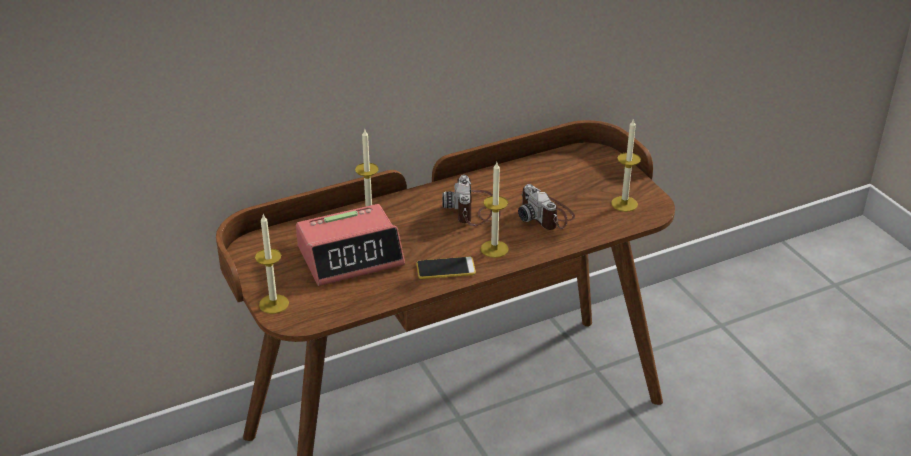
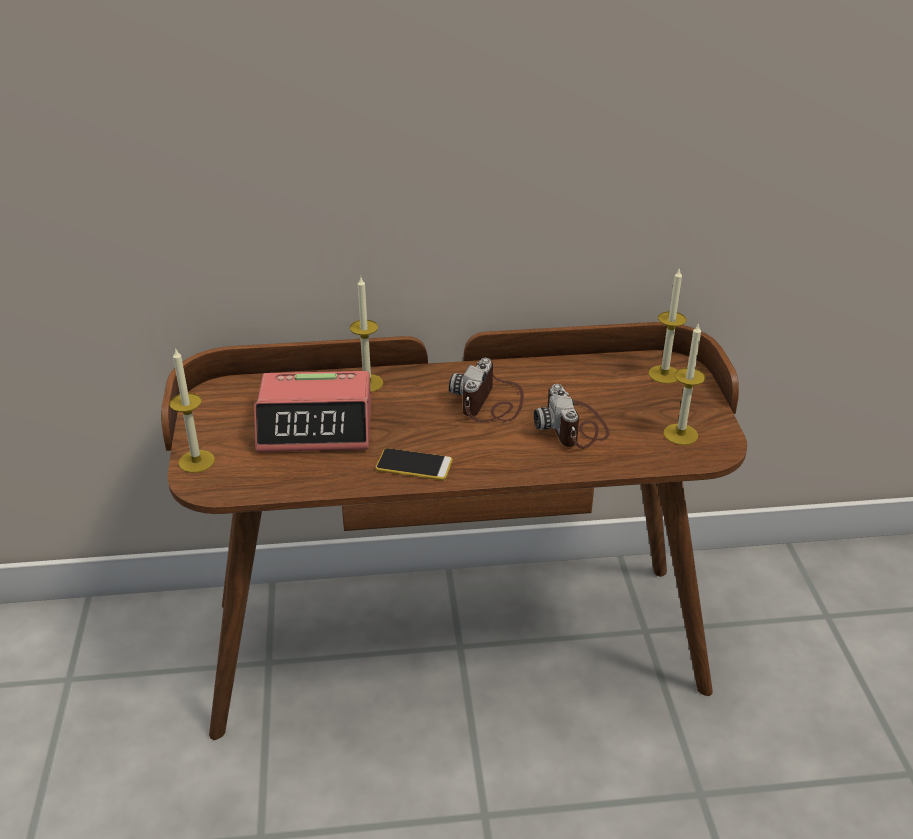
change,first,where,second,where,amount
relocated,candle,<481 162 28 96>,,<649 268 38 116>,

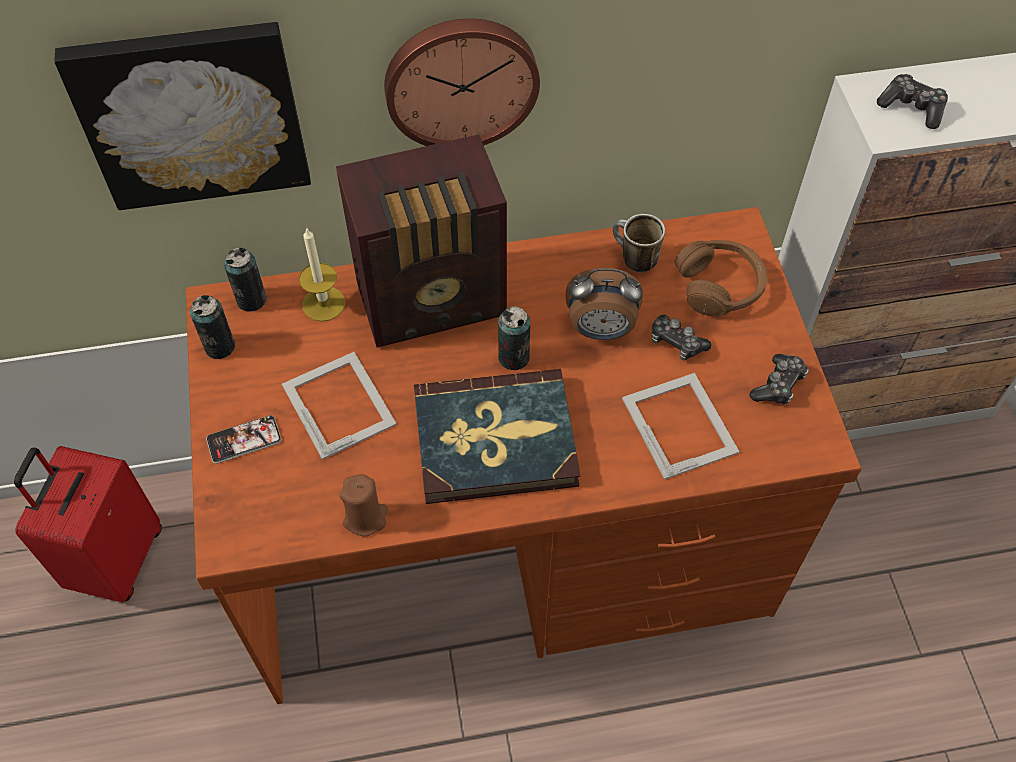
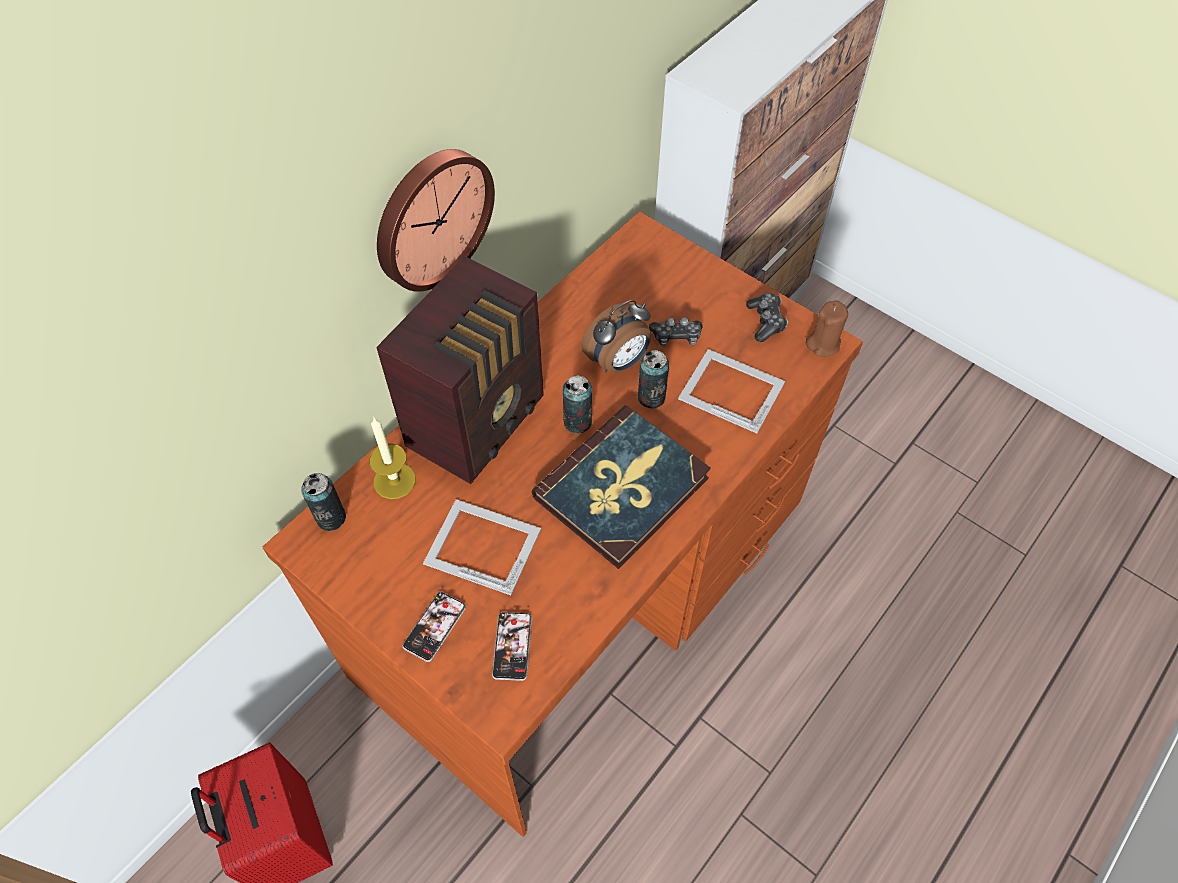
change,first,where,second,where,amount
appeared,,,phone,<492 612 40 69>,
relocated,can,<190 295 45 64>,,<638 350 31 58>,
relocated,candle in brown,<339 474 49 62>,,<806 300 42 57>,
missing,picture,<54 22 257 188>,,,
missing,mug,<613 214 52 58>,,,
missing,headphones in brown,<675 240 93 77>,,,
missing,game controller,<877 74 71 55>,,,

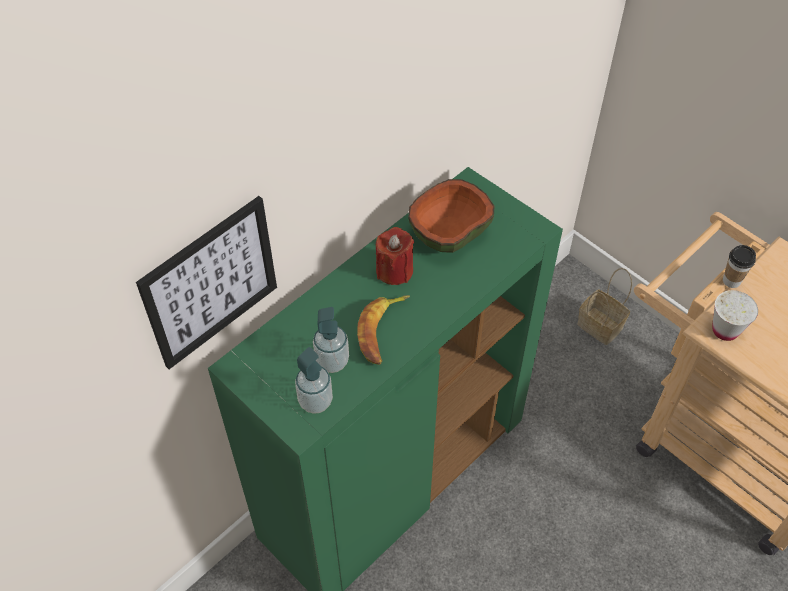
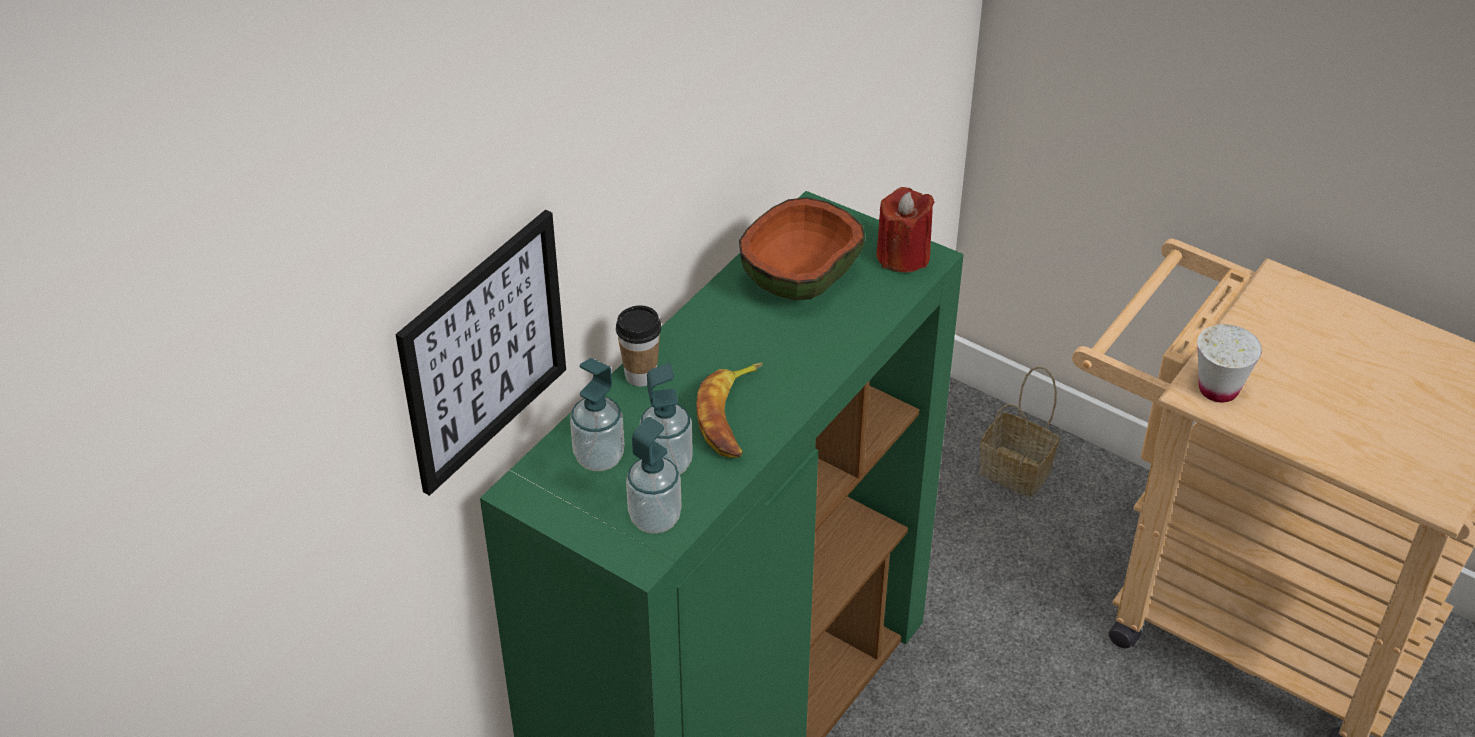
change,first,where,second,where,amount
appeared,,,soap dispenser,<570 358 54 113>,
relocated,cup,<723 245 33 43>,,<616 305 45 82>,
relocated,candle in red,<376 227 38 58>,,<876 187 58 86>,

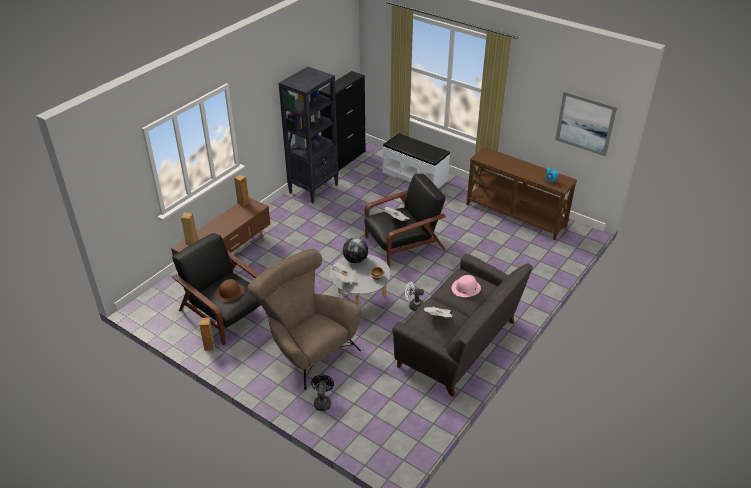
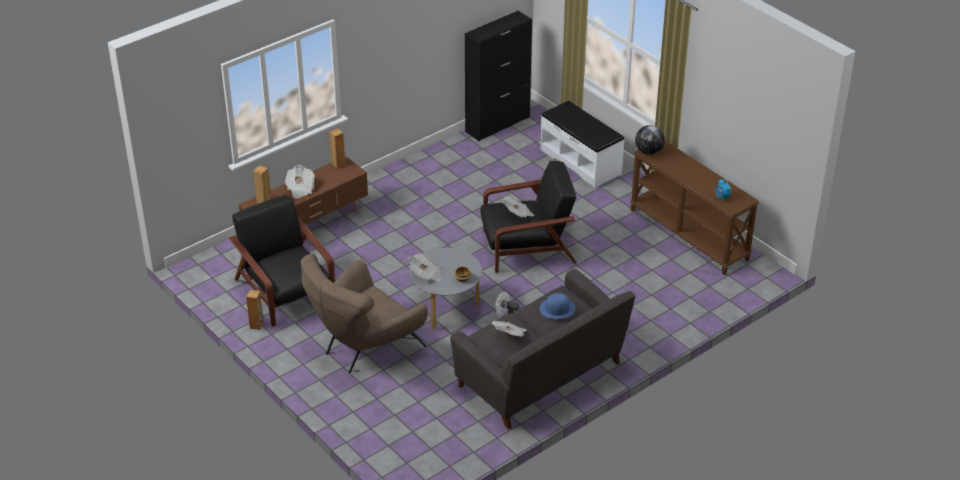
change,first,where,second,where,amount
appeared,,,newspaper,<285 165 30 34>,
spun,armchair in brown,<248 248 114 142>,,<301 254 127 119>,105 degrees counterclockwise
colour,hat in pink,<452 275 29 22>,hat in blue,<540 293 36 26>,
relocated,globe,<343 238 25 25>,,<635 125 30 30>,
missing,hat in brown,<215 279 29 23>,,,
missing,bookcase in black,<279 67 60 136>,,,
missing,fan in black,<311 375 23 36>,,,
missing,picture,<555 91 62 65>,,,

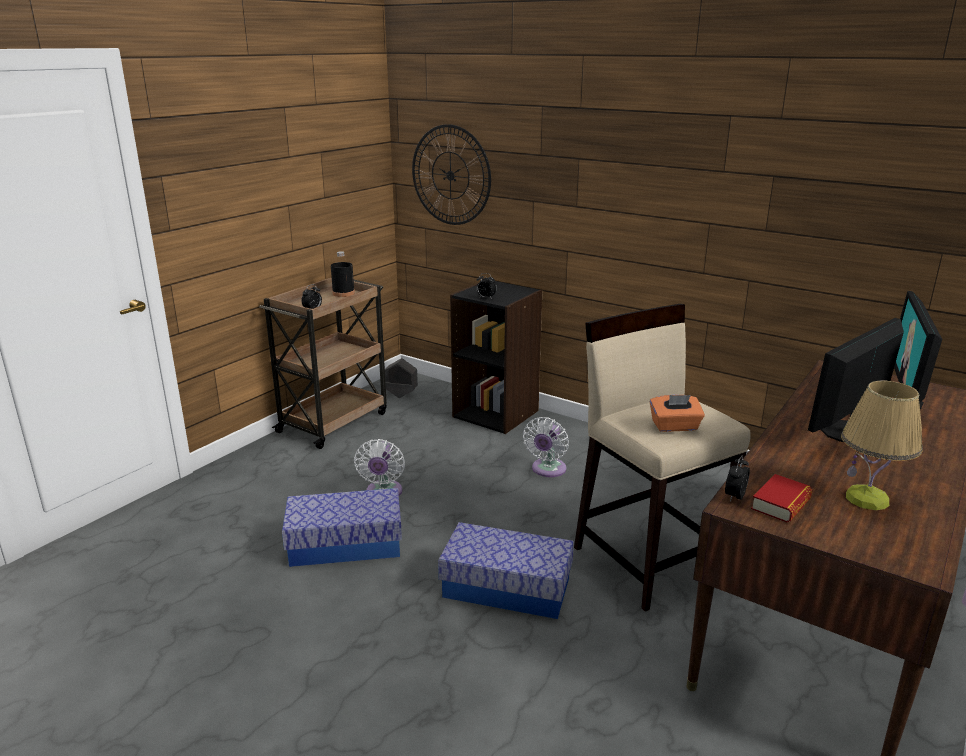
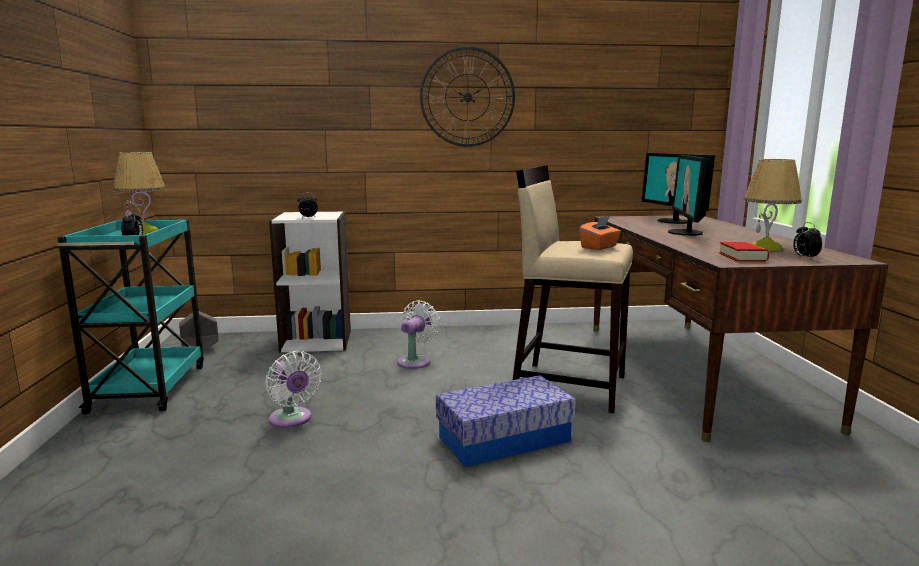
change,first,where,second,where,amount
colour,cart in brown,<259 278 128 171>,cart in turquoise,<57 219 147 195>,
exchanged,bottle in black,<331 251 24 46>,table lamp,<113 152 53 82>,
colour,bookcase in black,<450 281 92 153>,bookcase in white,<269 211 82 142>,
spun,fan in white,<523 417 46 60>,,<397 300 44 69>,135 degrees counterclockwise
relocated,wall clock,<412 124 79 101>,,<420 47 95 100>,
relocated,alarm clock,<725 456 25 46>,,<793 222 29 37>,
missing,storage box,<282 488 120 79>,,,

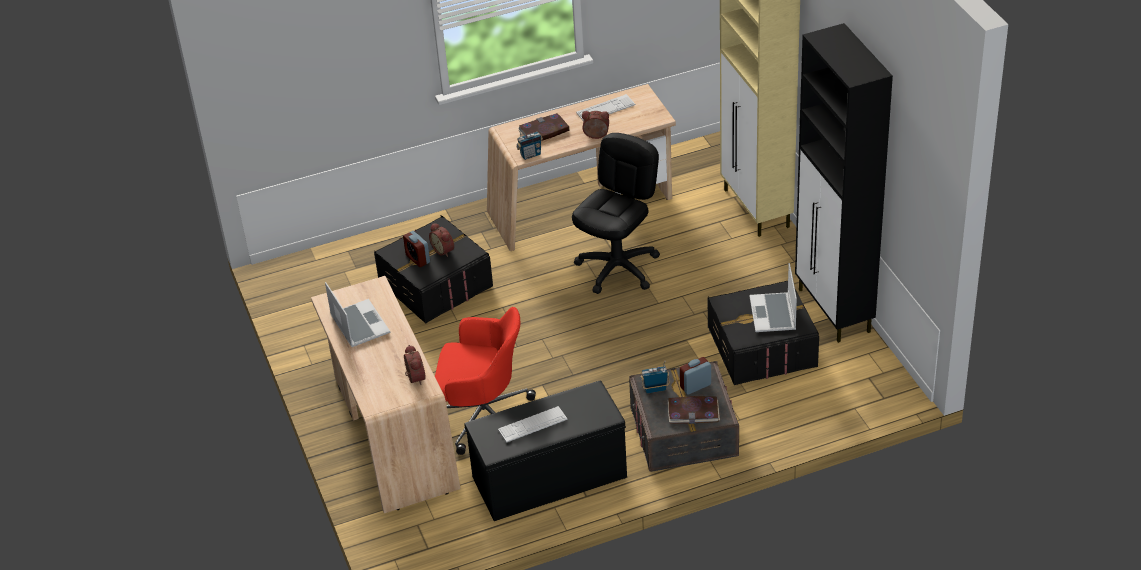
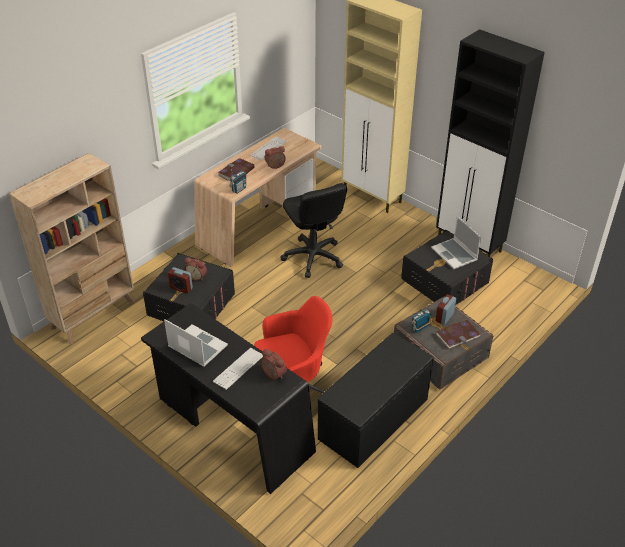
change,first,where,second,where,amount
appeared,,,bookcase in beige,<9 153 126 191>,
colour,desk in beige,<311 276 150 237>,desk in black,<141 303 175 191>,
relocated,keyboard,<498 406 70 37>,,<213 348 50 42>,
spun,office chair in black,<572 133 88 161>,,<281 183 66 95>,150 degrees clockwise

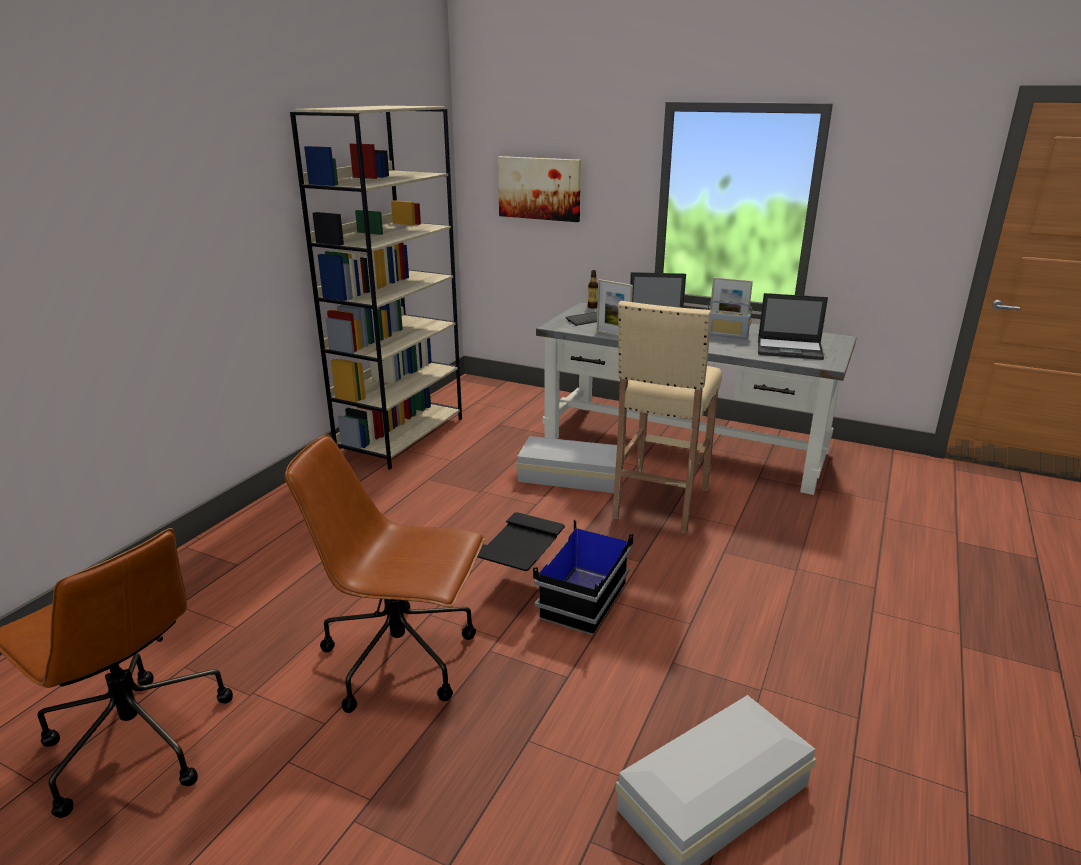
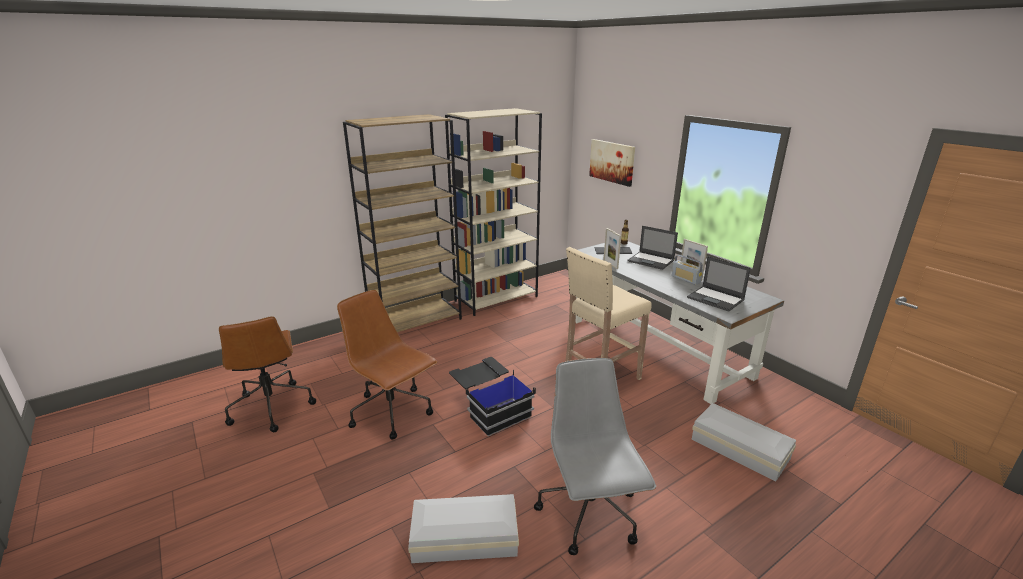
change,first,where,second,where,amount
appeared,,,bookcase in brown,<343 114 119 218>,
appeared,,,office chair in grey,<534 358 122 197>,
relocated,storage box in white,<516 436 108 57>,,<692 403 104 79>,

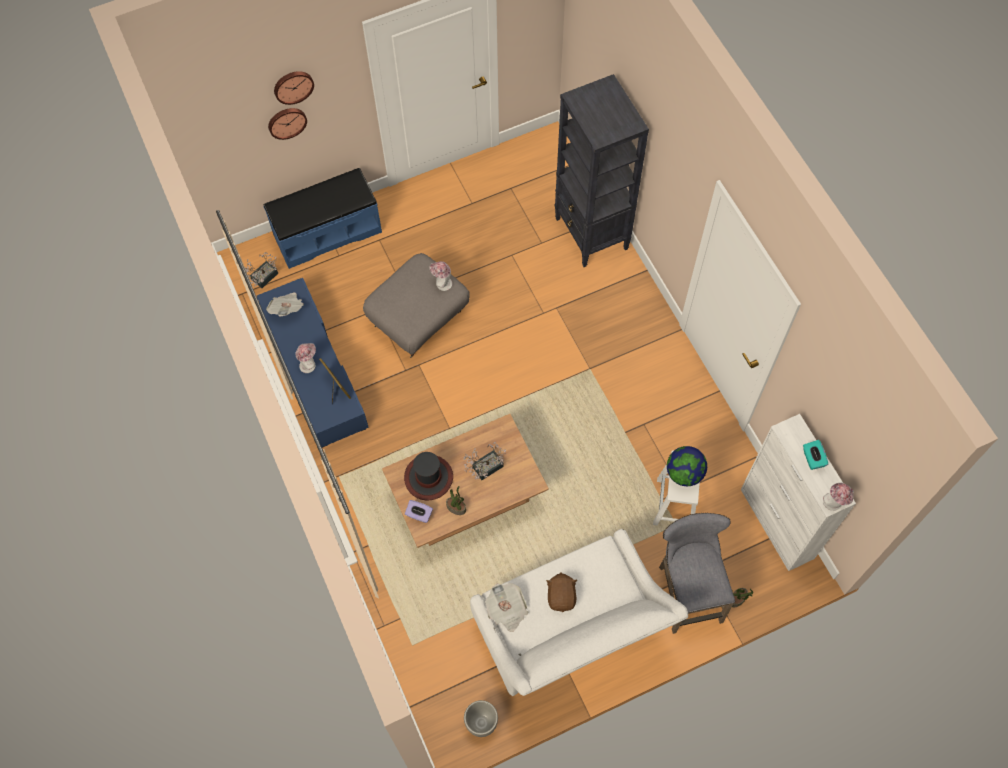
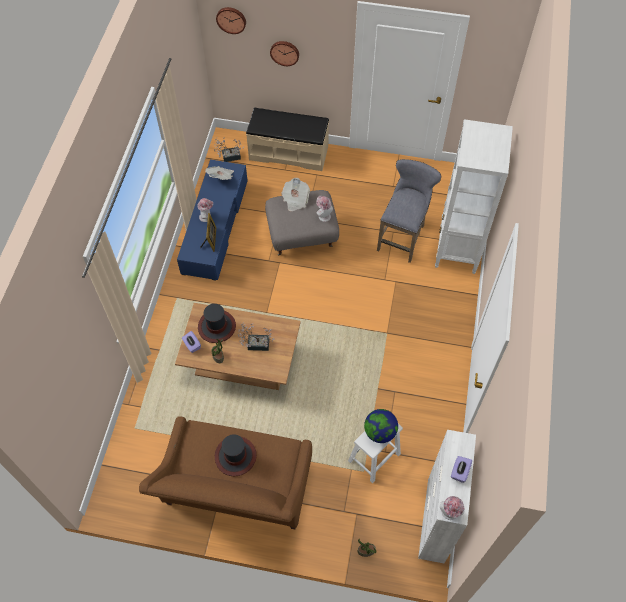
change,first,where,second,where,amount
colour,sofa in white,<470 529 218 167>,sofa in brown,<139 416 173 113>,
exchanged,plush toy in brown,<546 572 31 40>,hat,<215 434 42 42>,
relocated,wall clock,<274 71 40 34>,,<216 7 30 27>,
colour,bench in blue,<264 168 118 101>,bench in beige,<246 107 83 64>,
relocated,newspaper,<485 583 43 49>,,<282 178 28 34>,
relocated,stool in grey,<659 513 76 121>,,<377 159 64 104>,
colour,bookcase in black,<554 74 95 193>,bookcase in white,<435 119 78 155>,
colour,tissue box in turquoise,<803 440 25 30>,tissue box in purple,<451 456 21 27>,
missing,planter,<464 700 34 37>,,,

